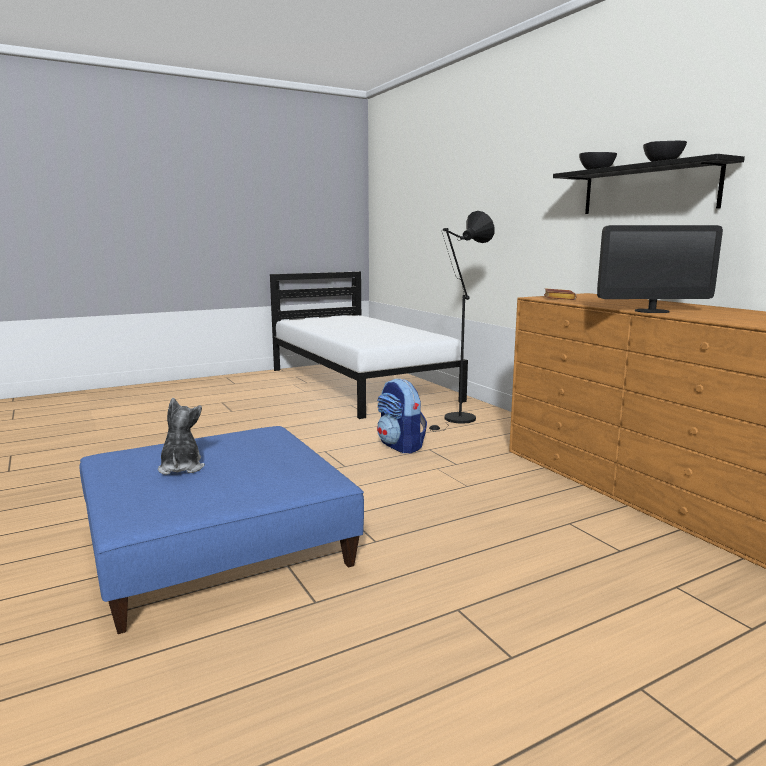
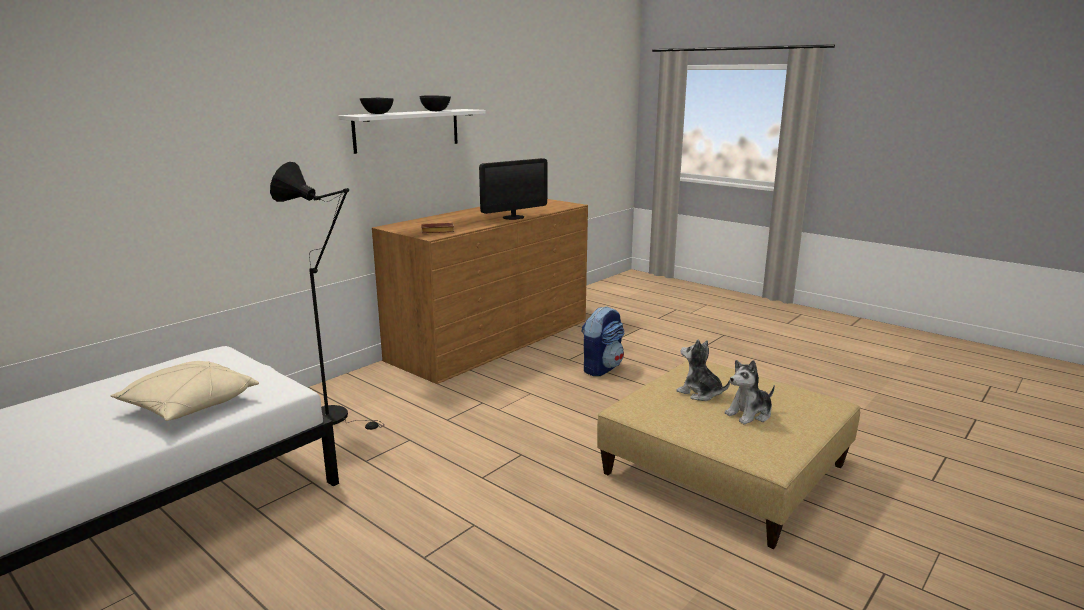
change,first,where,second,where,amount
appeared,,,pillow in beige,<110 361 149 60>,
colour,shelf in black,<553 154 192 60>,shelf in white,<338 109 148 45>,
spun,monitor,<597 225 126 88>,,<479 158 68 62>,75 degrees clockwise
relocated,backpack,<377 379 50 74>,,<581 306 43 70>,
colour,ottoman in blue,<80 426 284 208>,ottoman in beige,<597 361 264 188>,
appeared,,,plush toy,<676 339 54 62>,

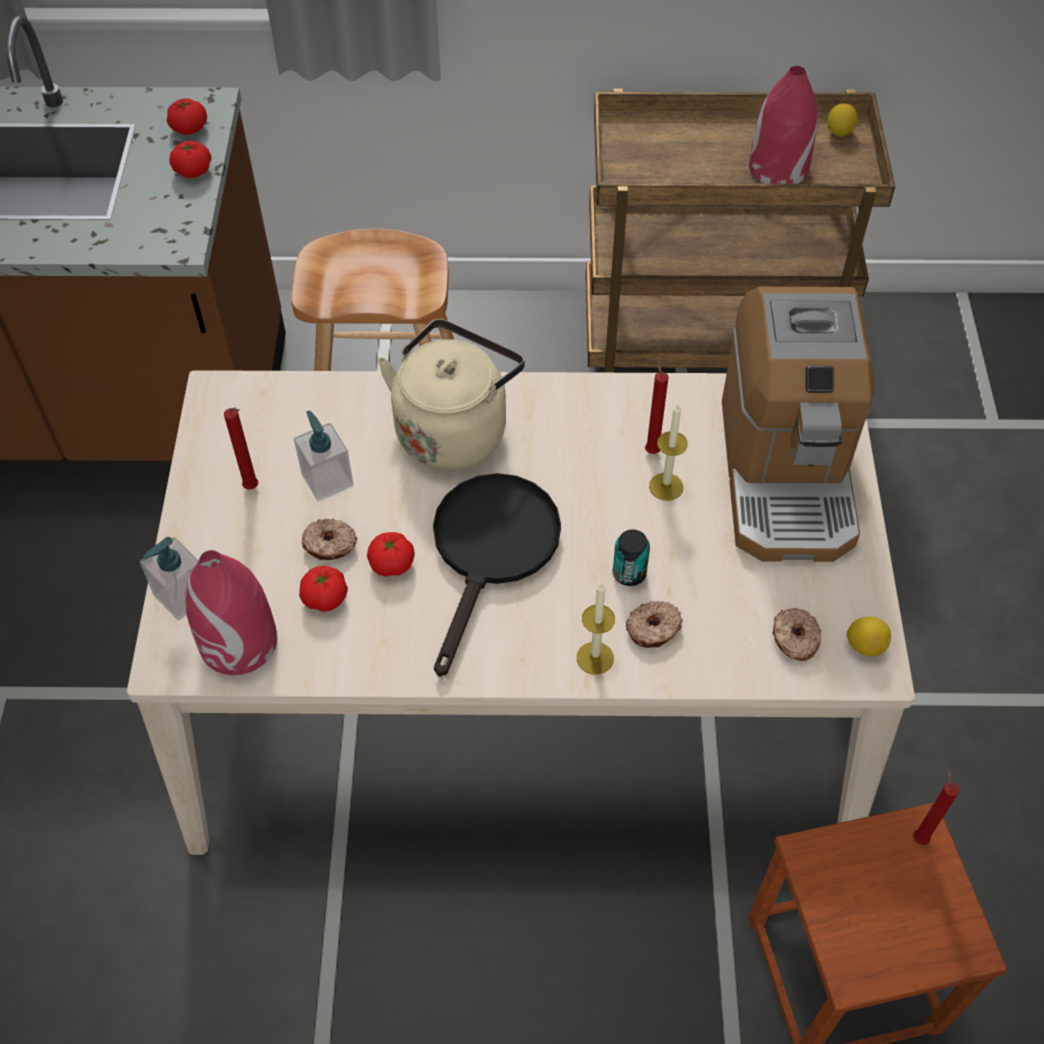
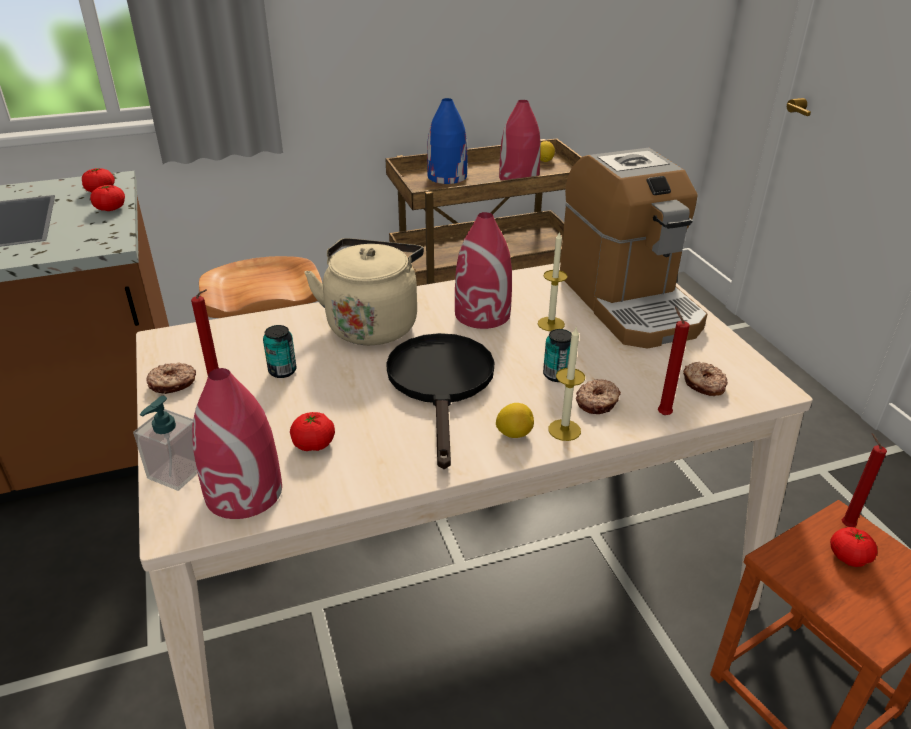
change,first,where,second,where,amount
relocated,donut,<301 519 56 41>,,<146 363 50 31>,
exchanged,soap dispenser,<294 410 60 91>,can,<263 325 34 53>,
appeared,,,vase in blue,<427 98 40 86>,
appeared,,,vase in red,<455 212 57 117>,
relocated,lemon,<847 617 44 39>,,<496 403 38 35>,
relocated,candle in red,<645 357 24 97>,,<658 307 32 108>,
relocated,tomato,<367 532 48 45>,,<830 527 48 40>,

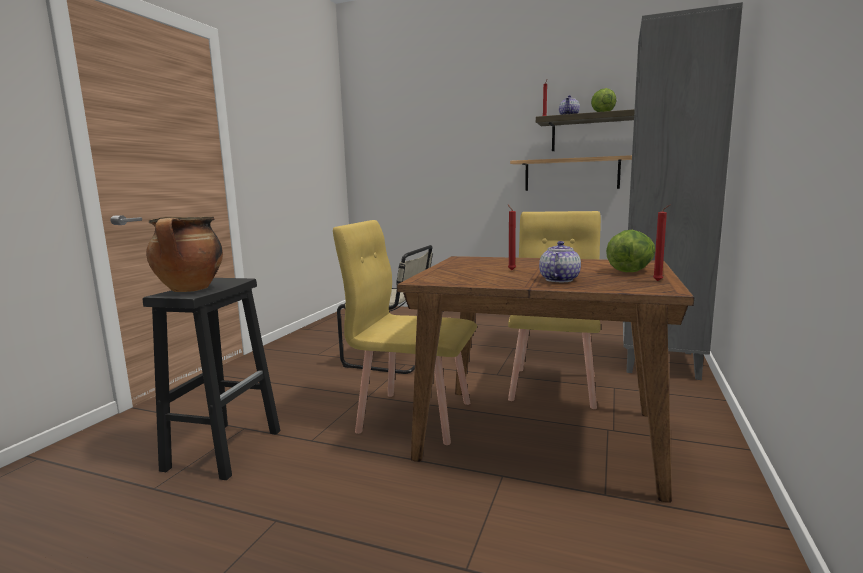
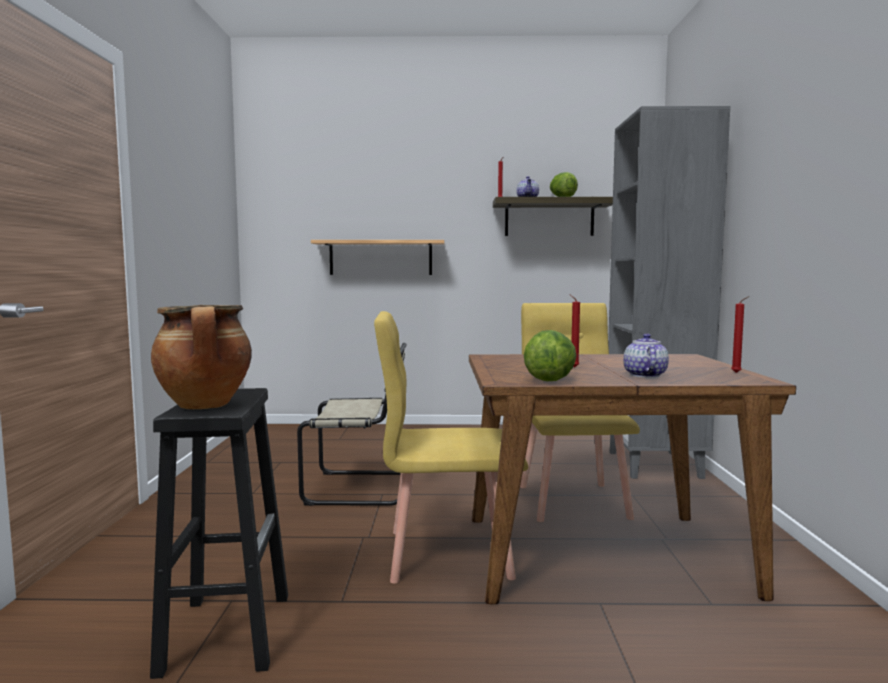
change,first,where,second,where,amount
relocated,shelf,<510 155 122 36>,,<311 240 134 35>,
relocated,lettuce,<606 230 50 42>,,<524 330 53 51>,

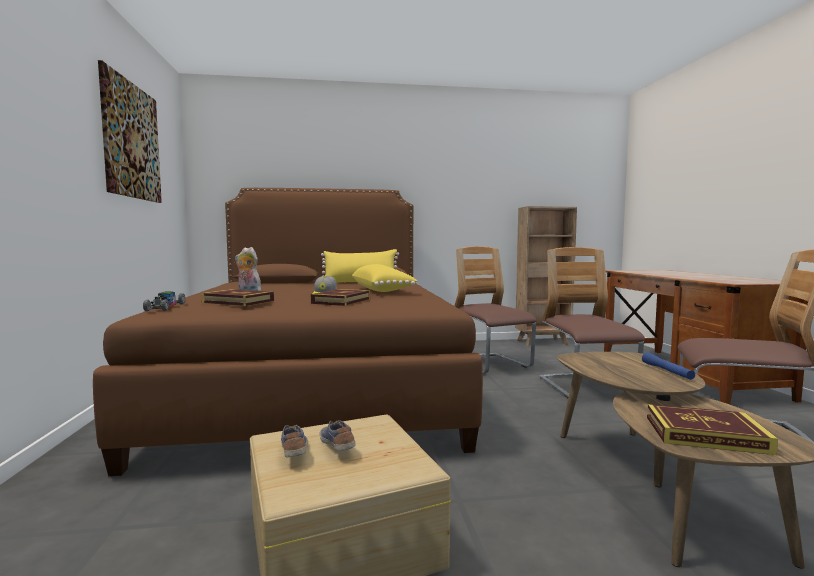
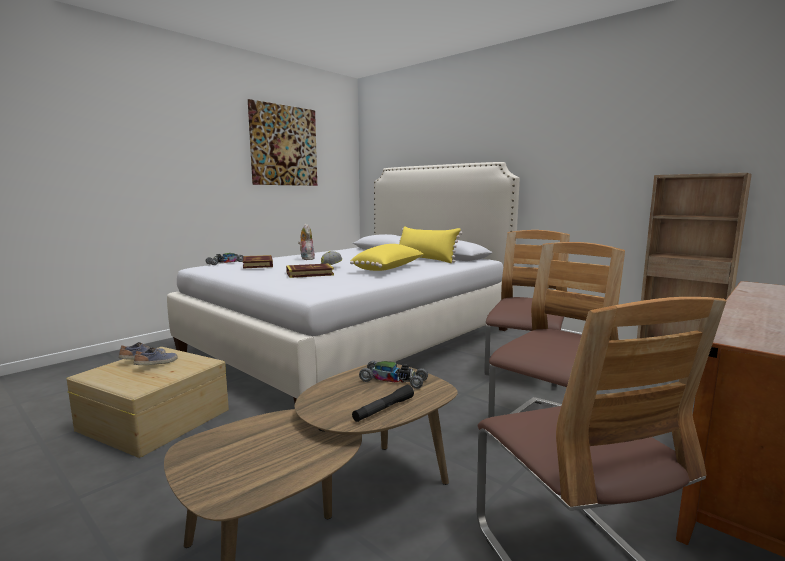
change,first,where,second,where,amount
colour,bed in brown,<93 188 390 288>,bed in white,<167 162 353 241>,
colour,flashlight in blue,<642 352 53 28>,flashlight in black,<352 385 62 37>,
appeared,,,toy car,<359 361 69 28>,
missing,book,<647 404 131 51>,,,

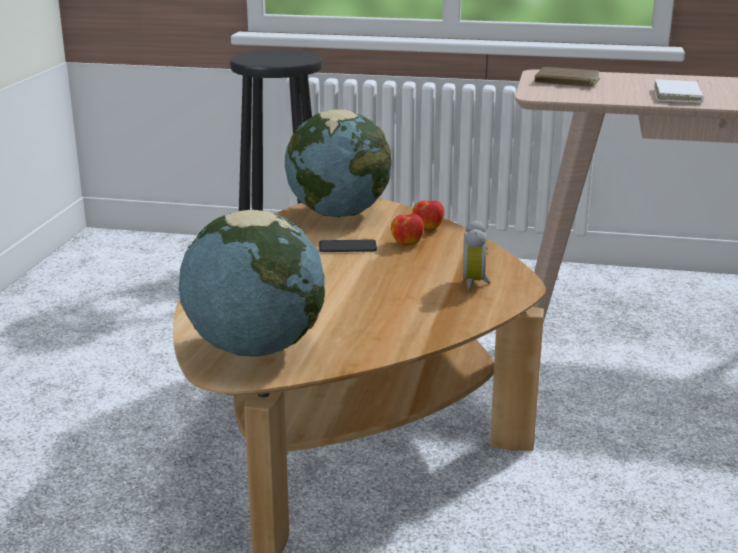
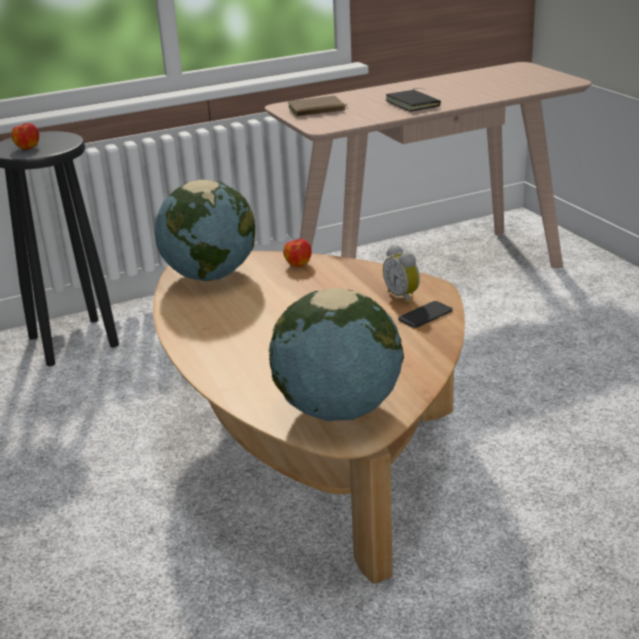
change,first,where,second,where,amount
relocated,apple,<391 214 33 31>,,<11 123 28 27>,
colour,book in white,<654 79 57 24>,book in black,<386 88 55 24>,
relocated,phone,<319 239 58 13>,,<398 301 54 27>,

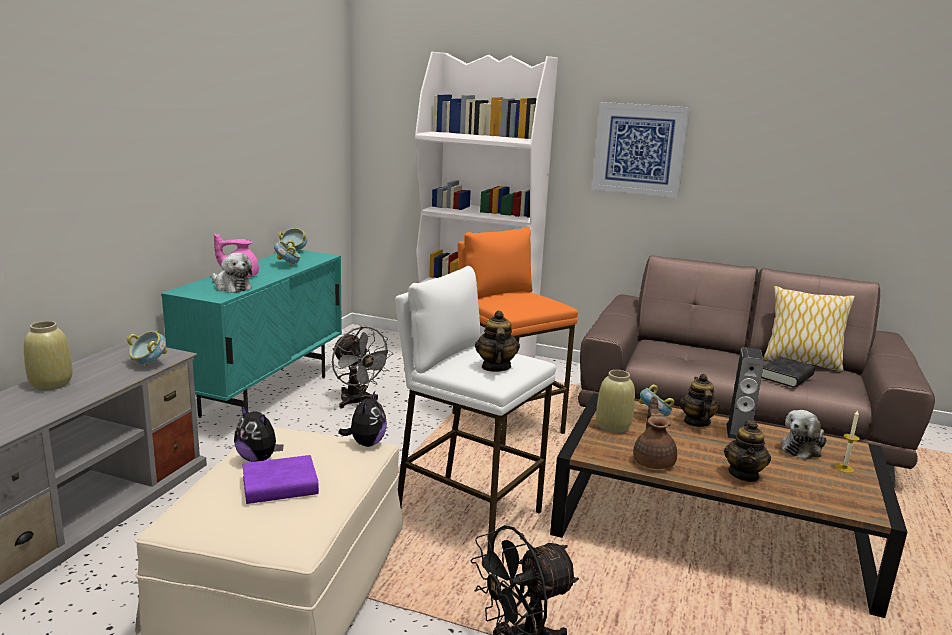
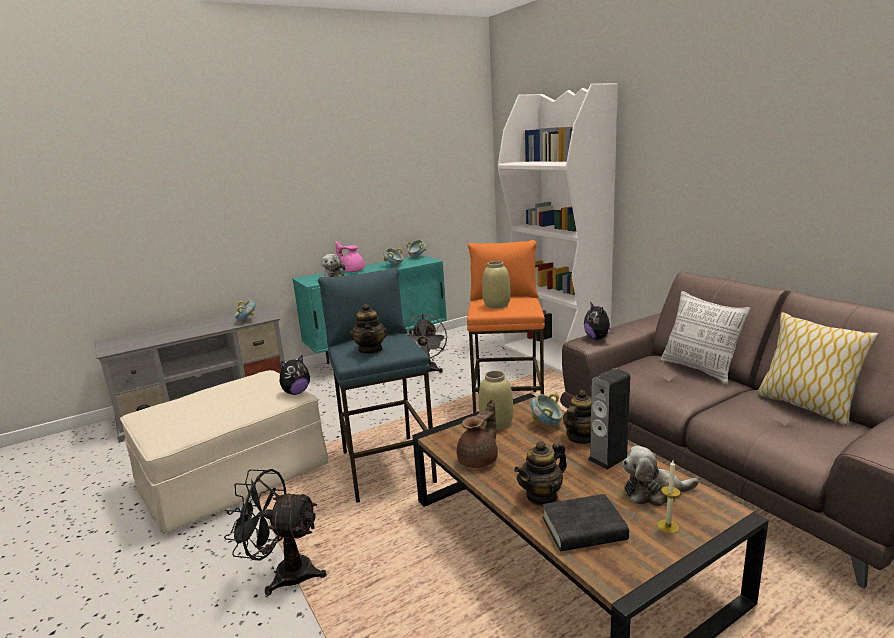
change,first,where,second,where,amount
colour,stool in white,<395 266 161 287>,stool in blue,<318 267 119 236>,
spun,teapot,<475 310 45 62>,,<350 303 37 51>,135 degrees clockwise
relocated,vase in beige,<24 321 49 70>,,<482 261 29 47>,
relocated,book in black,<761 356 54 32>,,<542 494 87 57>,
relocated,plush toy,<234 405 49 57>,,<584 302 30 38>,
appeared,,,pillow,<660 291 90 94>,
missing,book in purple,<242 455 77 49>,,,
missing,picture,<592 102 98 96>,,,

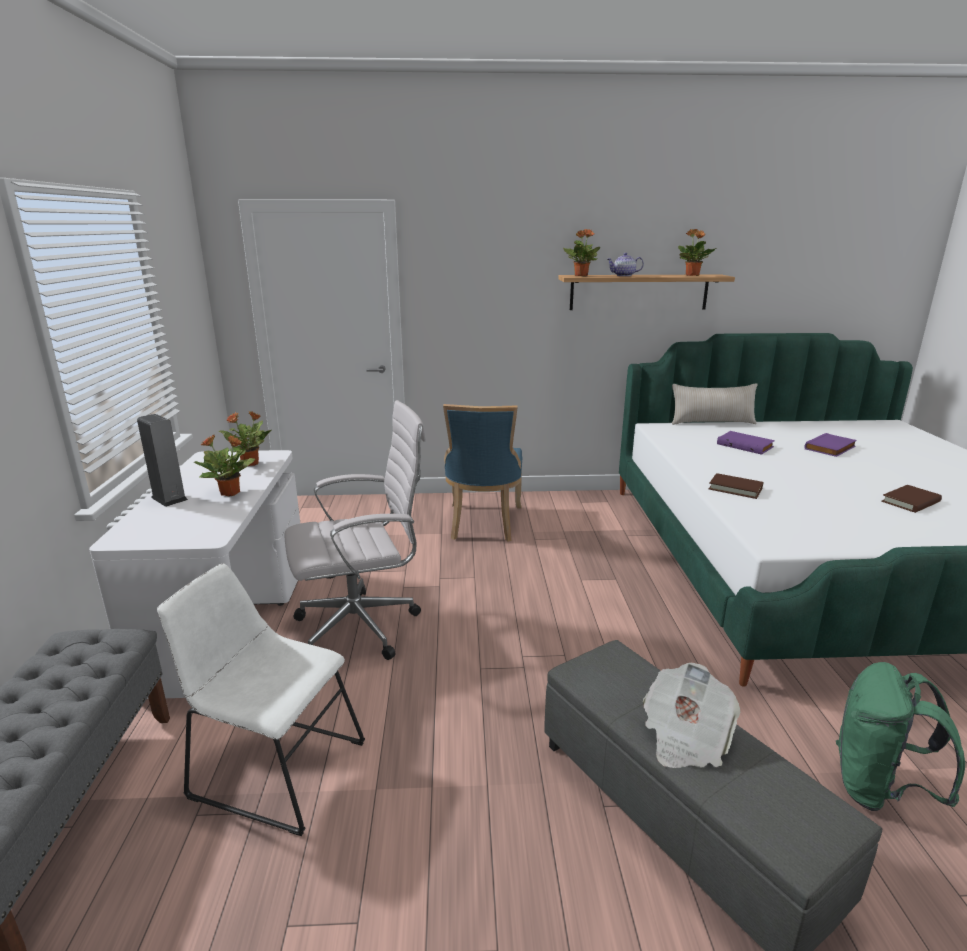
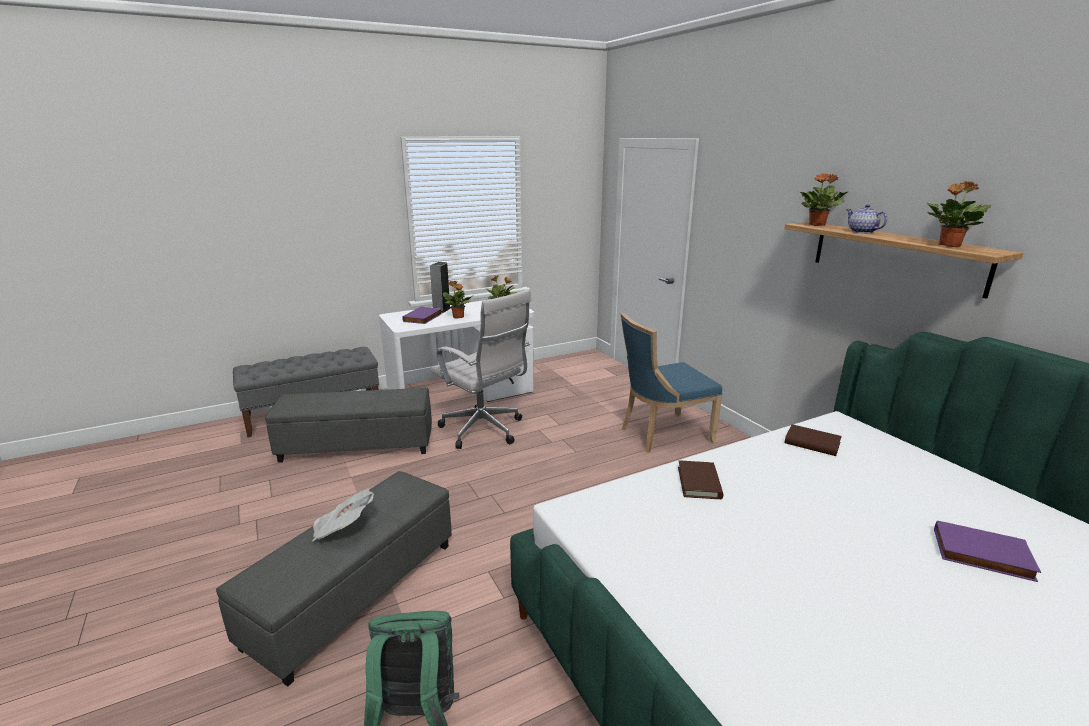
change,first,where,second,where,amount
exchanged,chair in white,<157 563 208 273>,ottoman in grey,<265 388 167 75>,
relocated,book in purple,<717 431 58 24>,,<402 306 40 18>,
relocated,book in brown,<881 485 61 28>,,<785 424 57 32>,
missing,pillow in beige,<672 383 85 42>,,,

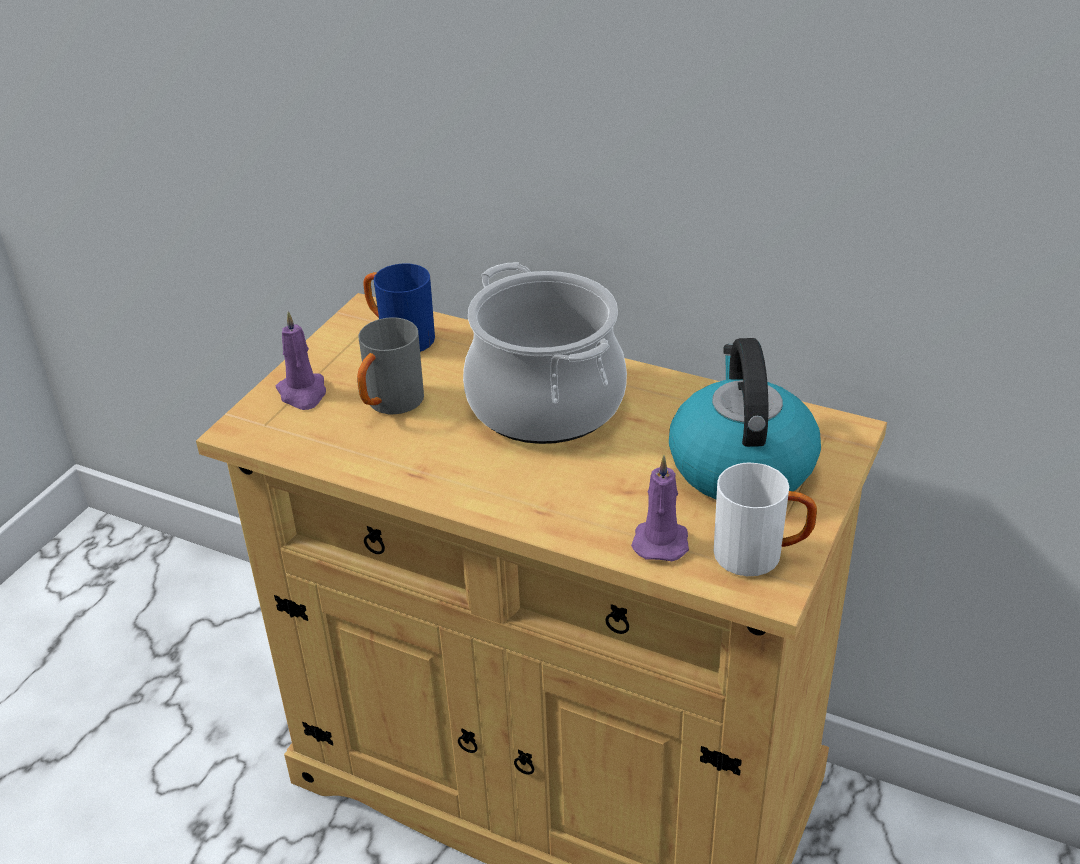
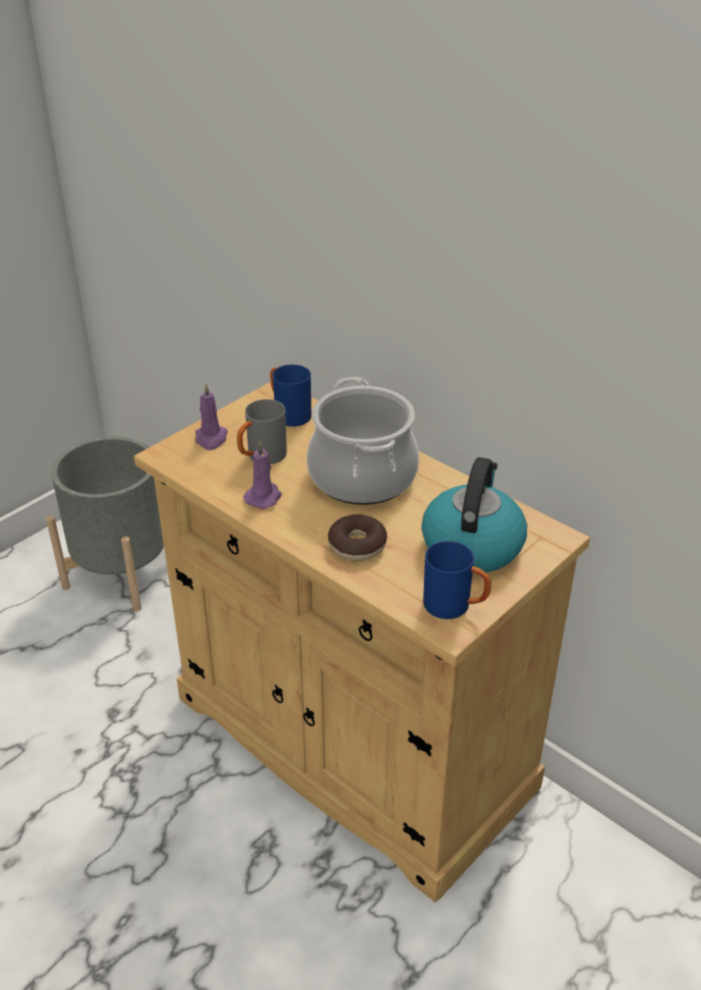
change,first,where,second,where,amount
appeared,,,planter in grey,<46 436 118 175>,
relocated,candle in purple,<631 455 58 106>,,<244 441 38 68>,
appeared,,,donut,<328 514 59 47>,
colour,mug in white,<714 463 103 113>,mug in blue,<423 541 68 78>,

